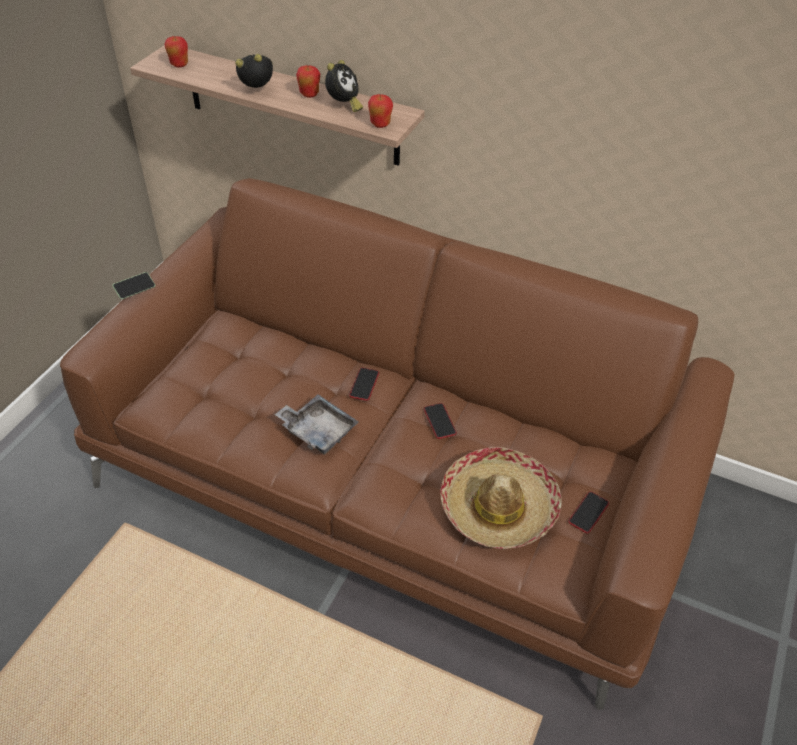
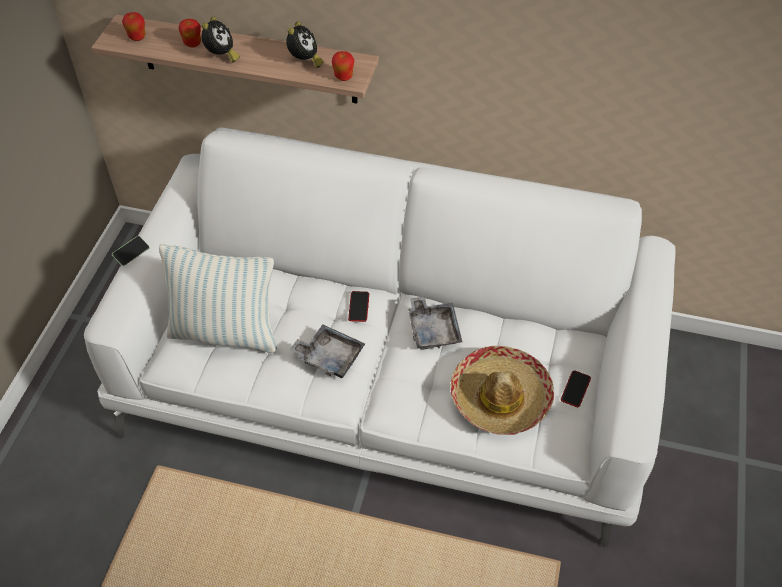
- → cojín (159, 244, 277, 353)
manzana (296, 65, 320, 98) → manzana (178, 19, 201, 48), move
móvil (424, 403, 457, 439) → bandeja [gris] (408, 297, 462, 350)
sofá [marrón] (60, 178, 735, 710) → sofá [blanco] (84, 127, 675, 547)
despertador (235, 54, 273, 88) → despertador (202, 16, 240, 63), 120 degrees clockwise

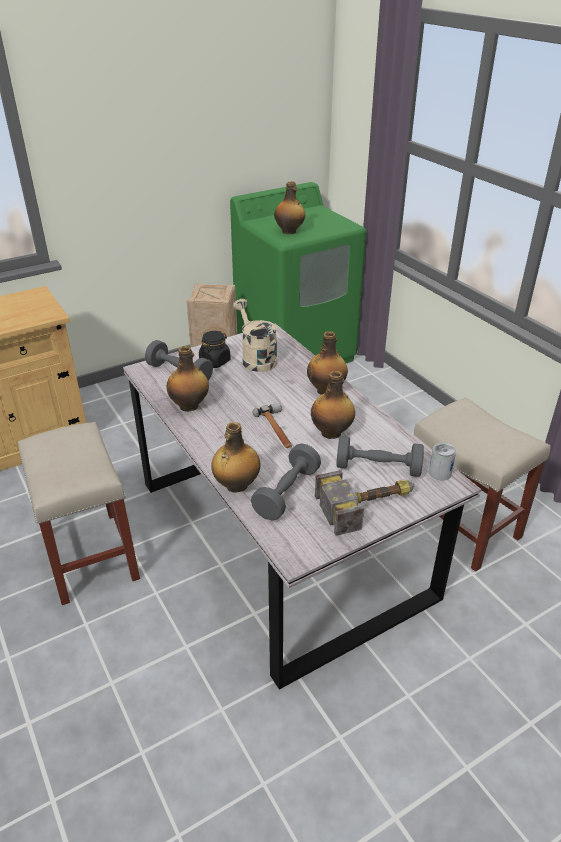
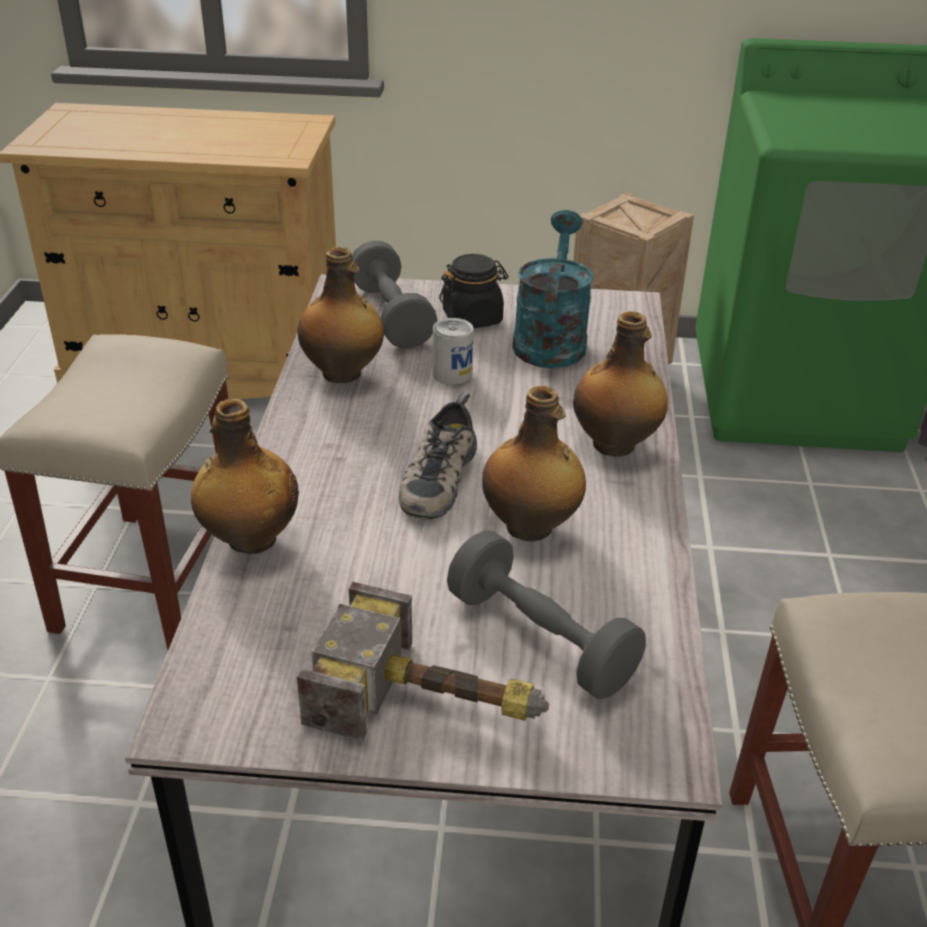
mancuerna [gris] (251, 444, 321, 520) → -
botella (274, 181, 305, 234) → -
lata (429, 443, 456, 481) → lata (433, 318, 474, 385), move
martillo (253, 403, 292, 448) → zapato (399, 392, 477, 520)
regadera [beis] (233, 299, 277, 372) → regadera [turquesa] (512, 210, 594, 368)

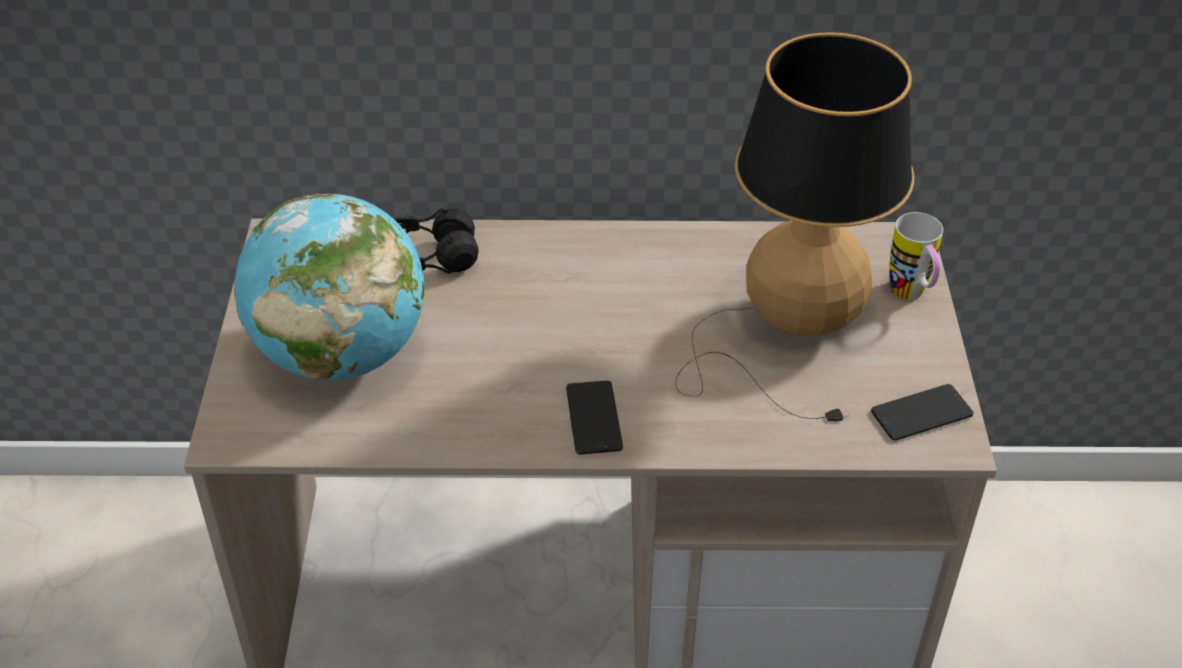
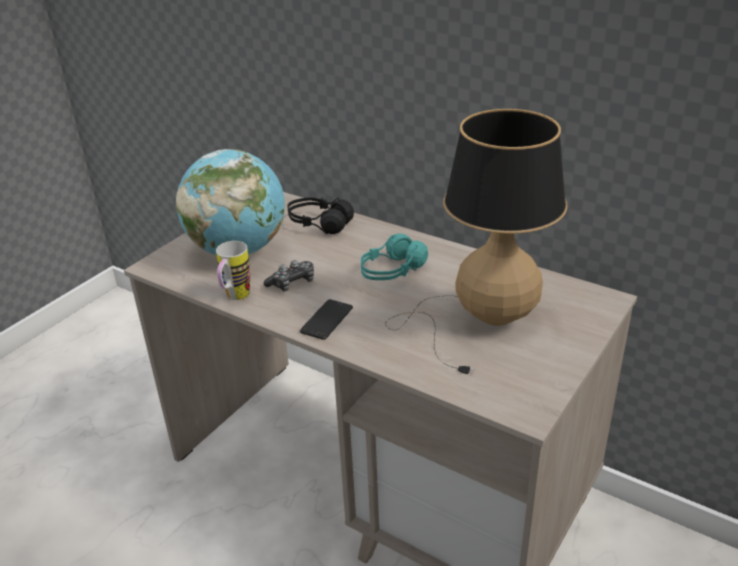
móvil (871, 384, 974, 441) → -
- → mando de consola (264, 260, 314, 291)
- → auriculares [turquesa] (361, 233, 428, 280)
taza grande (889, 212, 943, 300) → taza grande (216, 241, 250, 300), move

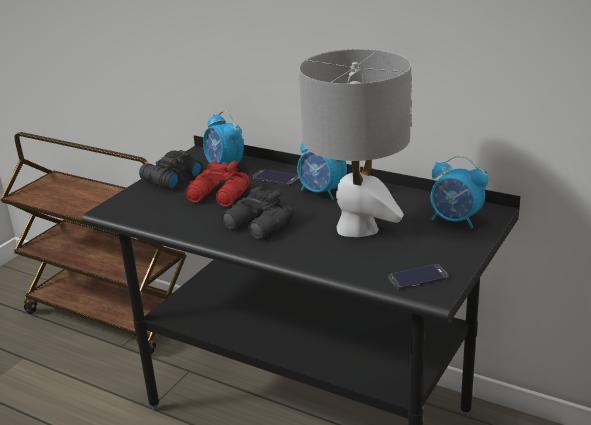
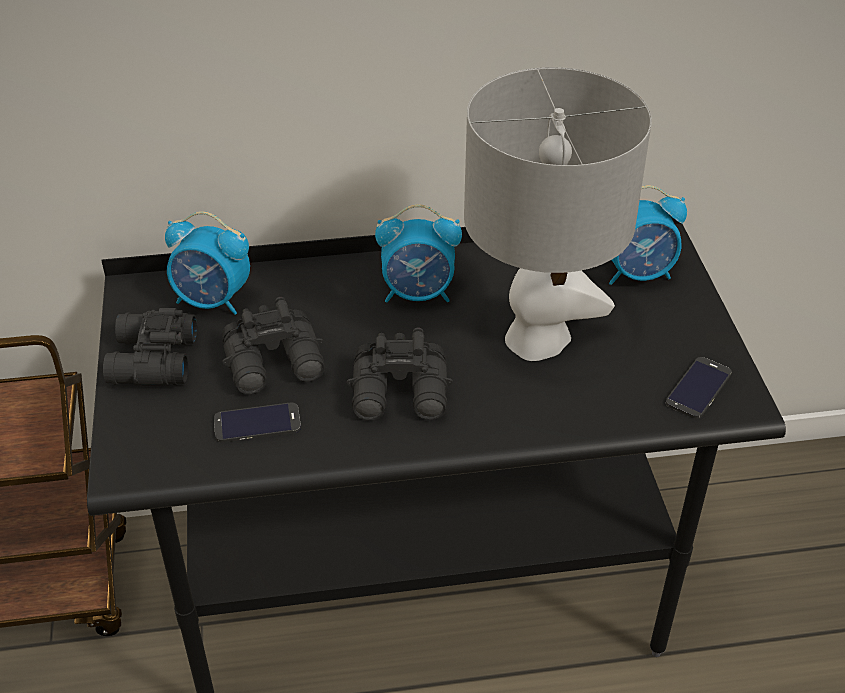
móvil (253, 169, 299, 186) → móvil (214, 403, 301, 443), move
prismáticos [rojo] (185, 161, 250, 207) → prismáticos [negro] (222, 297, 325, 395)

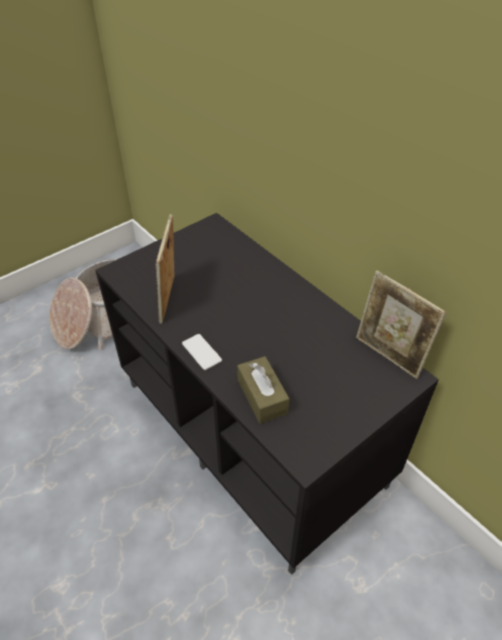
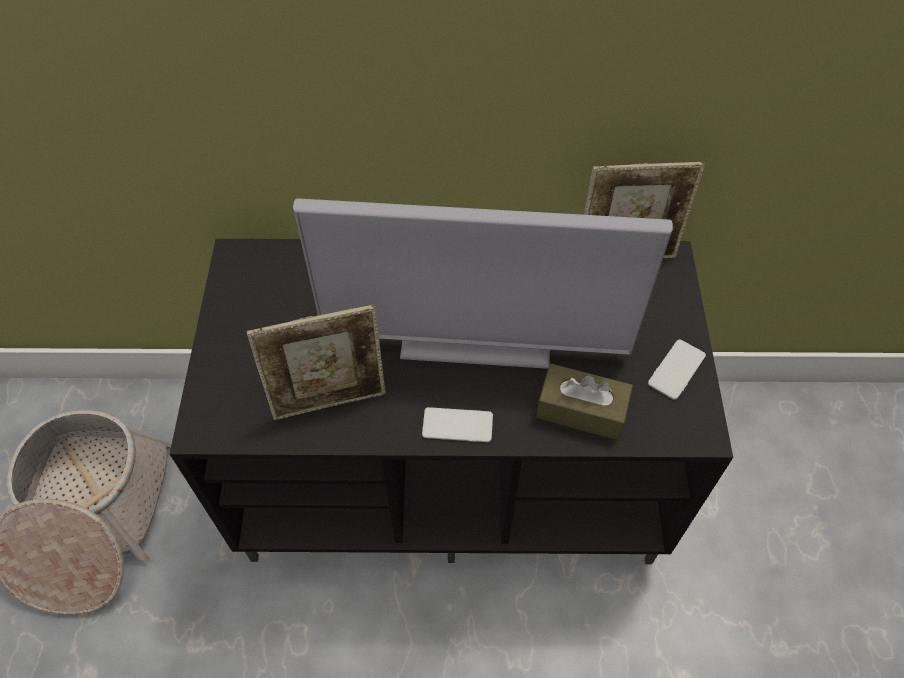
- → televisor (293, 198, 673, 369)
- → móvil (648, 340, 706, 400)
portarretratos (156, 214, 174, 323) → portarretratos (247, 304, 386, 420), 60 degrees counterclockwise

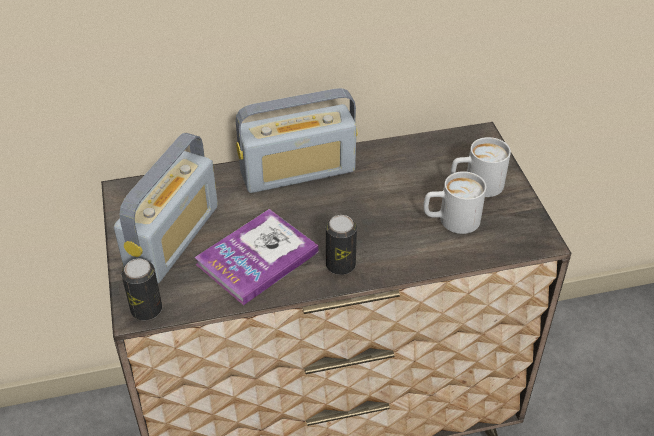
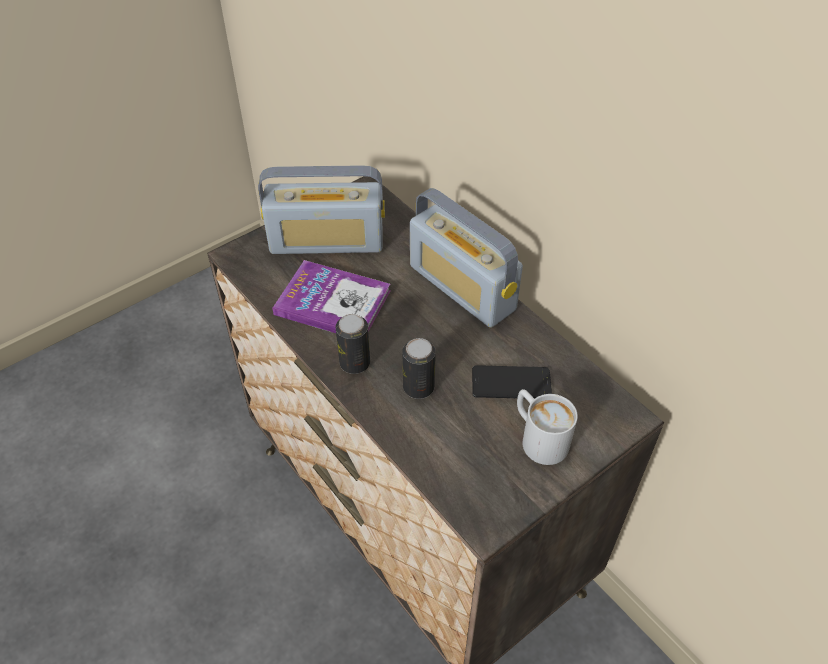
taza grande [blanco] (424, 171, 486, 234) → -
- → móvil (472, 365, 552, 399)
lata (121, 259, 162, 320) → lata (402, 338, 436, 399), move

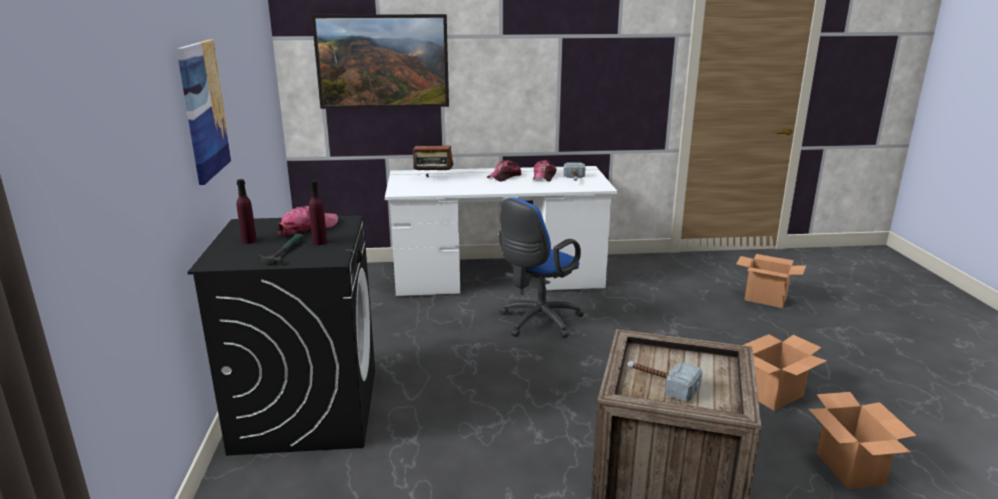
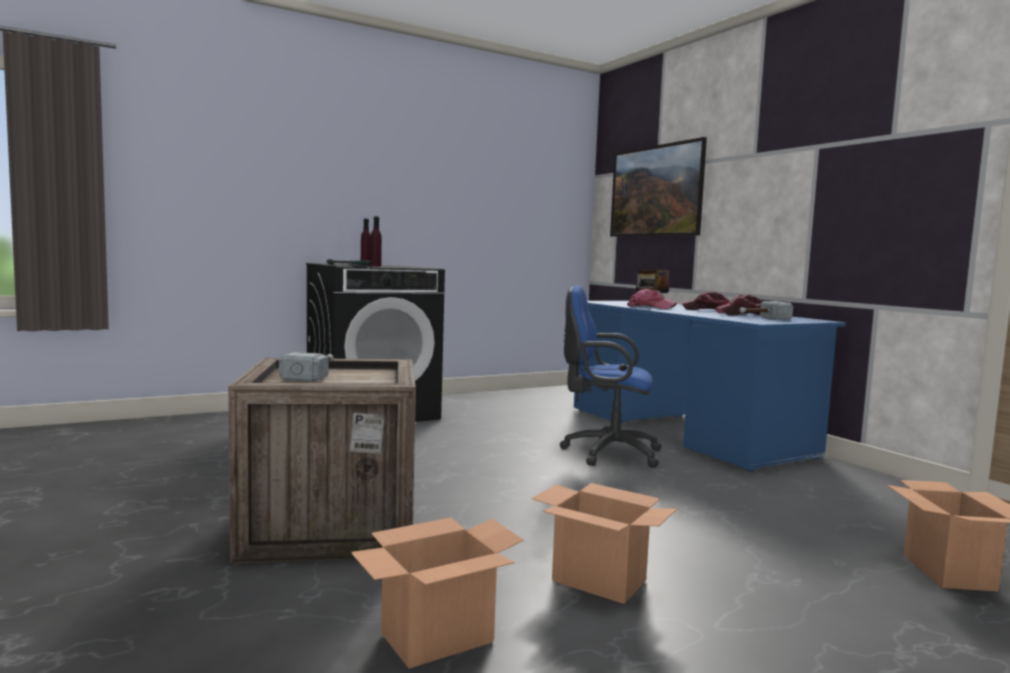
cuadro (177, 40, 232, 185) → -
gorra (277, 206, 338, 236) → gorra (627, 288, 677, 309), move
escritorio [blanco] (385, 166, 617, 296) → escritorio [azul] (574, 301, 846, 471)

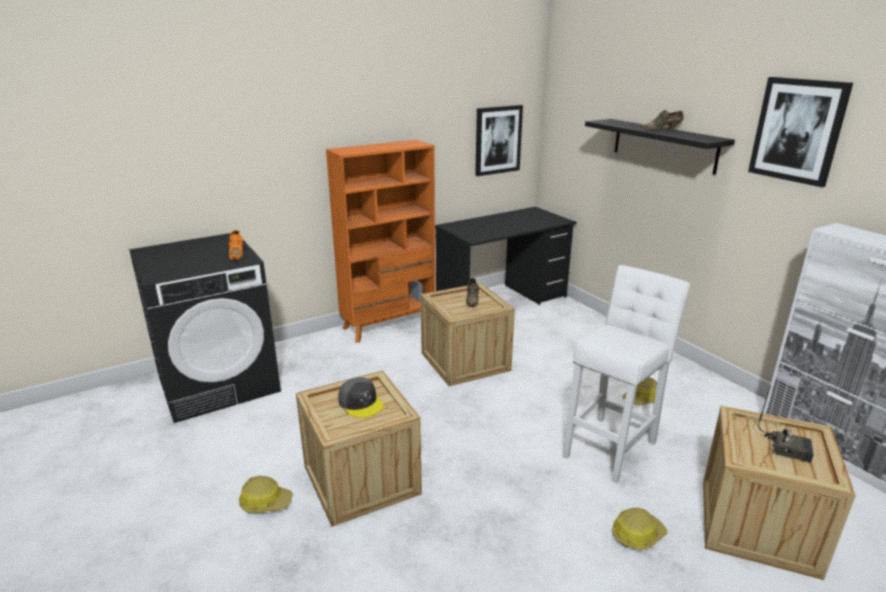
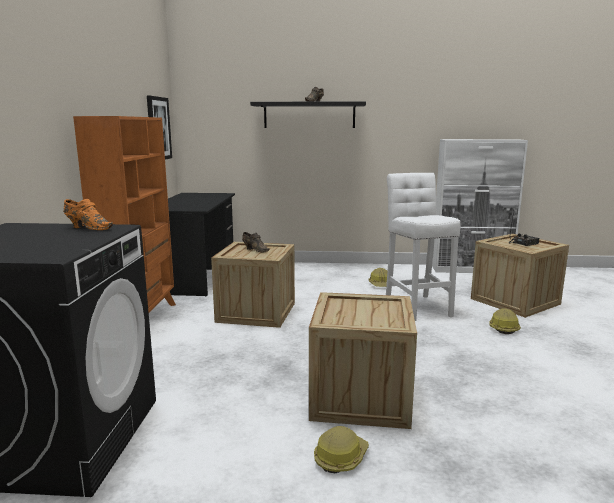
gorra [gris] (338, 377, 383, 418) → -
cuadro (748, 77, 853, 187) → -

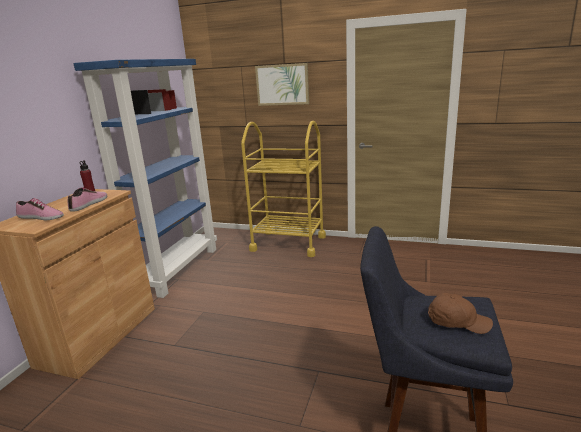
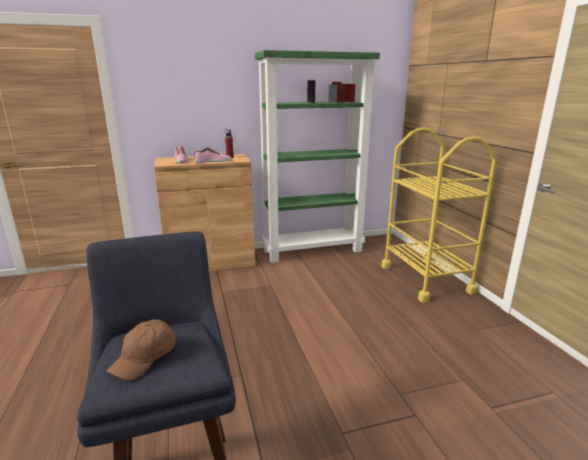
cuadro (255, 63, 309, 106) → -
estantería [azul] (73, 59, 217, 298) → estantería [verde] (255, 50, 380, 263)
gorra [marrón] (428, 293, 493, 334) → gorra [marrón] (107, 319, 175, 380), 45 degrees clockwise

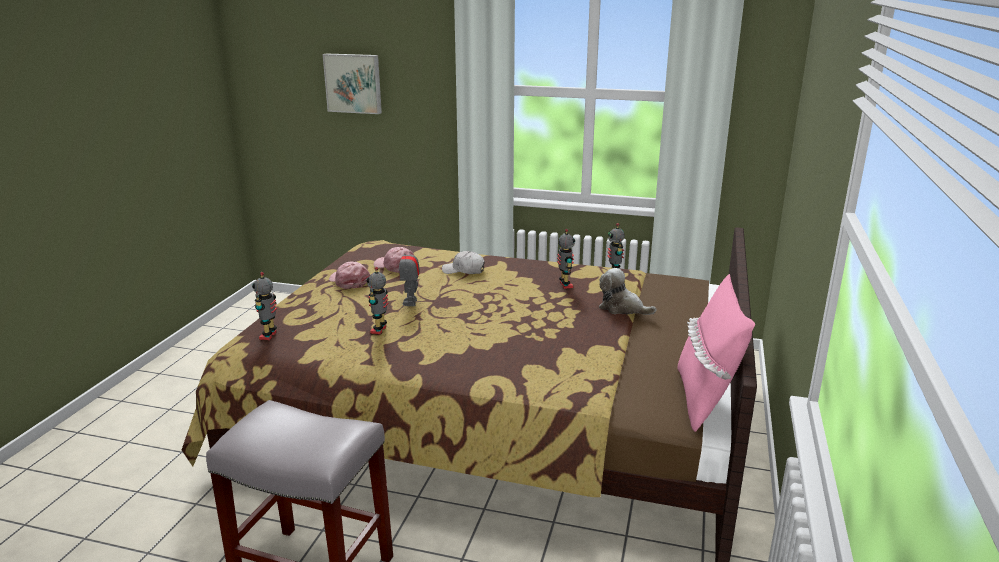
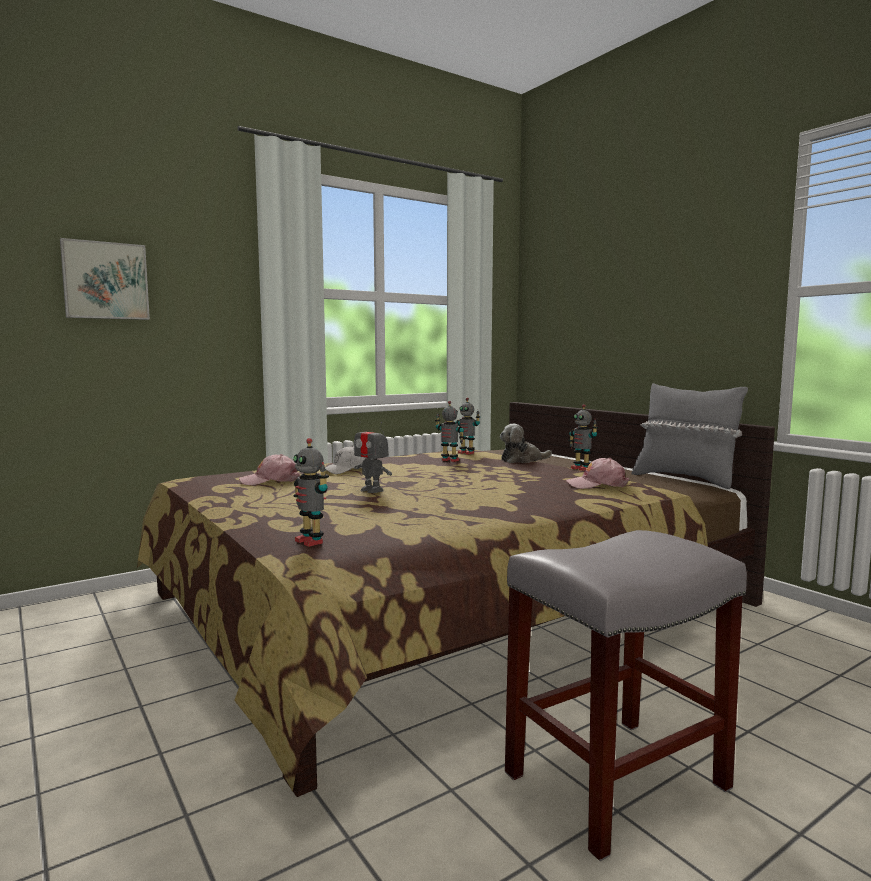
gorra [rosa] (329, 262, 370, 289) → gorra [rosa] (566, 458, 629, 489), move
robot de juguete (366, 267, 389, 334) → robot de juguete (568, 404, 598, 471), move
cojín [rosa] (678, 274, 755, 432) → cojín [gris] (632, 383, 748, 489)

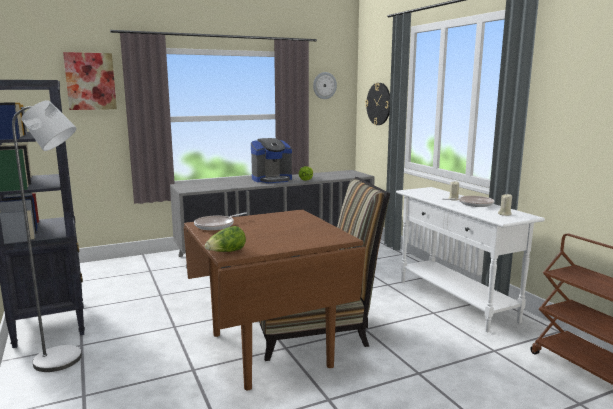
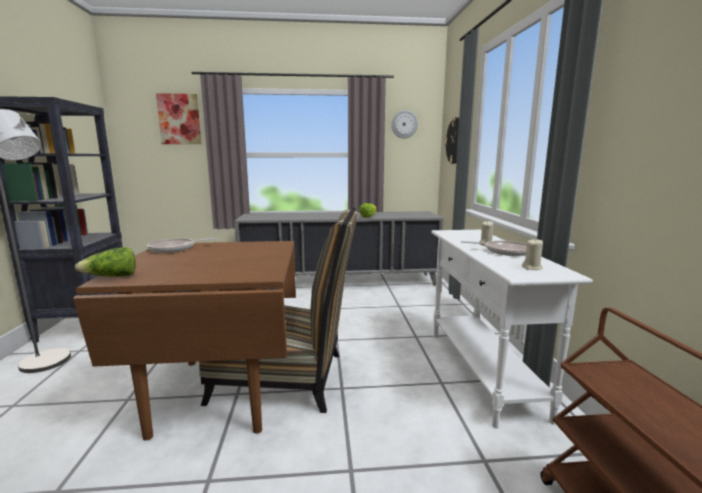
cafetera (251, 138, 292, 183) → -

